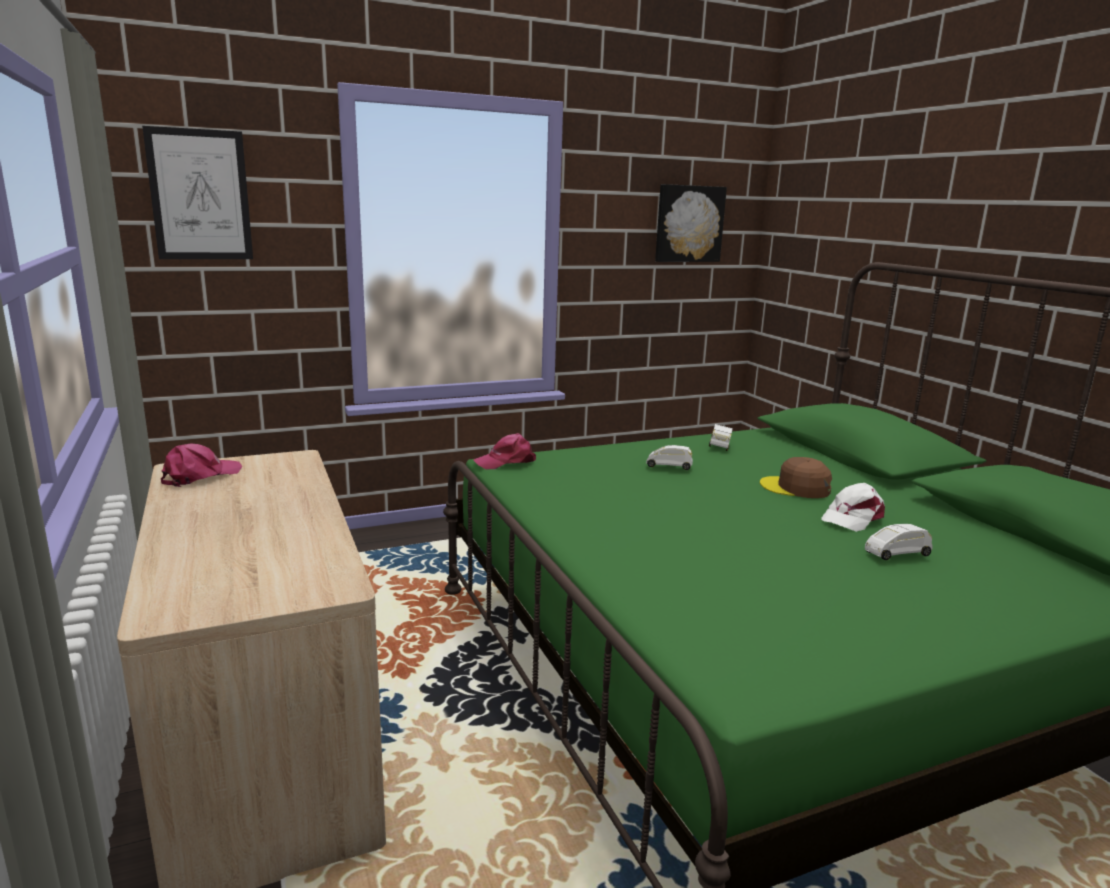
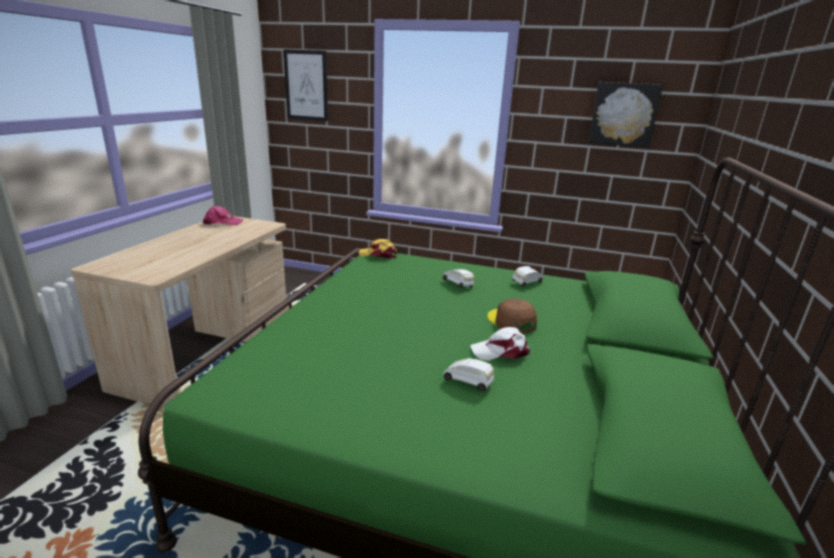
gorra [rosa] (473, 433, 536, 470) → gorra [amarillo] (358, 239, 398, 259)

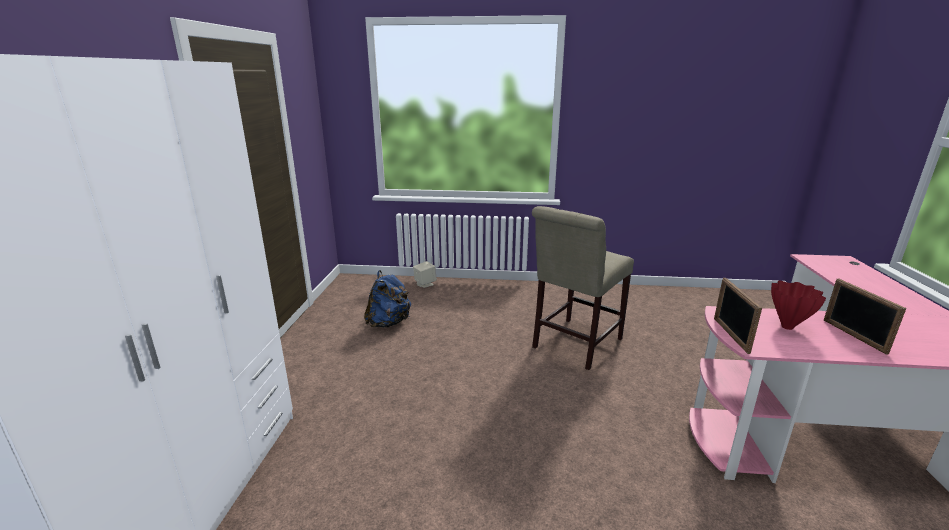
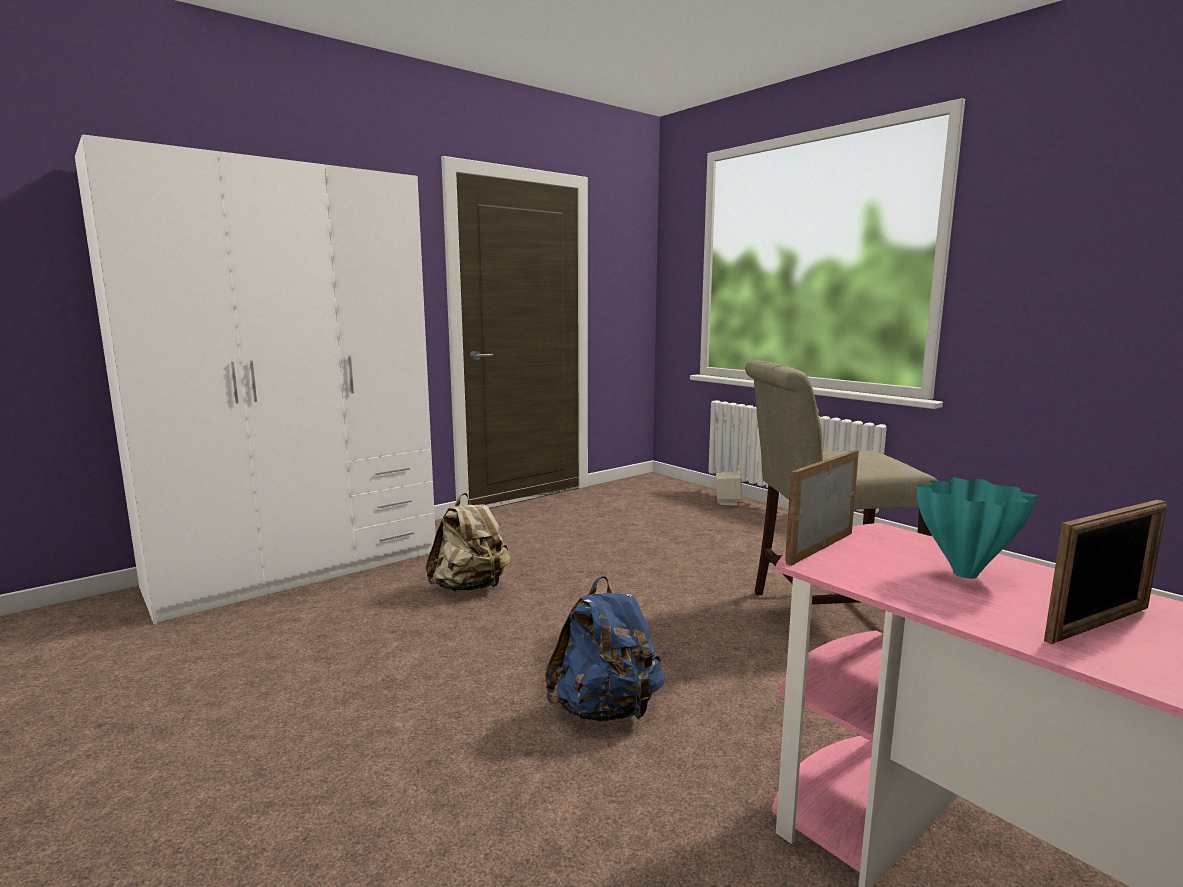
- → mochila [beis] (426, 493, 511, 592)
mochila [azul] (364, 270, 411, 328) → mochila [azul] (545, 576, 665, 722), move
florero [rojo] (771, 281, 826, 330) → florero [turquesa] (917, 477, 1037, 579)
portarretratos (824, 279, 906, 355) → portarretratos (1044, 500, 1167, 644), 150 degrees counterclockwise

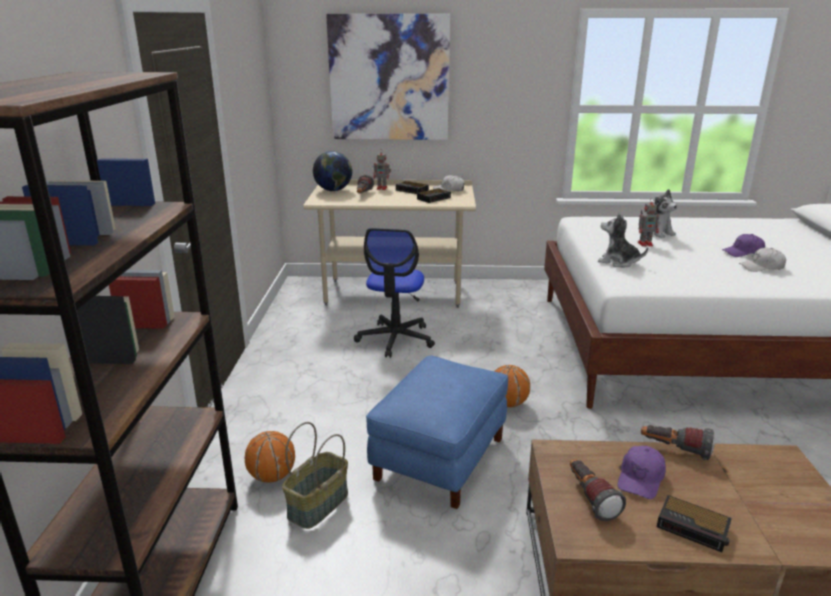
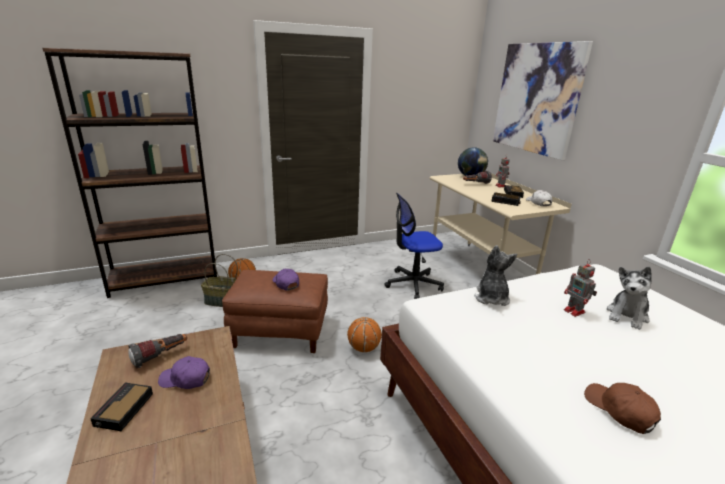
linterna (641, 425, 715, 460) → -
gorra [morado] (722, 234, 765, 257) → gorra [morado] (273, 269, 299, 291), move
puf [azul] (366, 356, 508, 509) → puf [marrón] (222, 270, 328, 353)
gorra [blanco] (739, 248, 786, 272) → gorra [marrón] (584, 383, 661, 434)

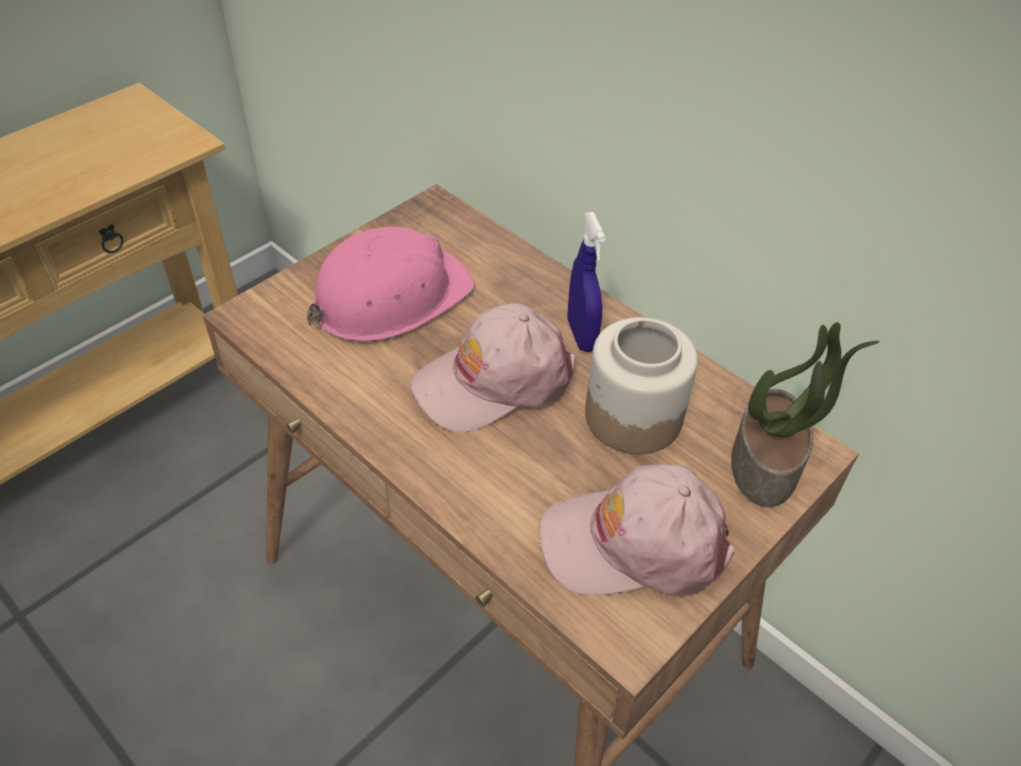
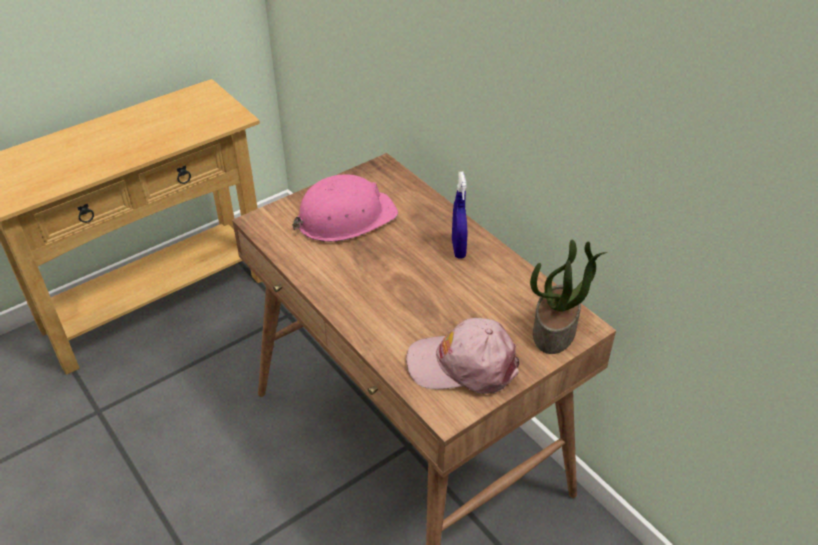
gorra [rosa] (410, 303, 577, 432) → -
tarro (585, 317, 698, 454) → -

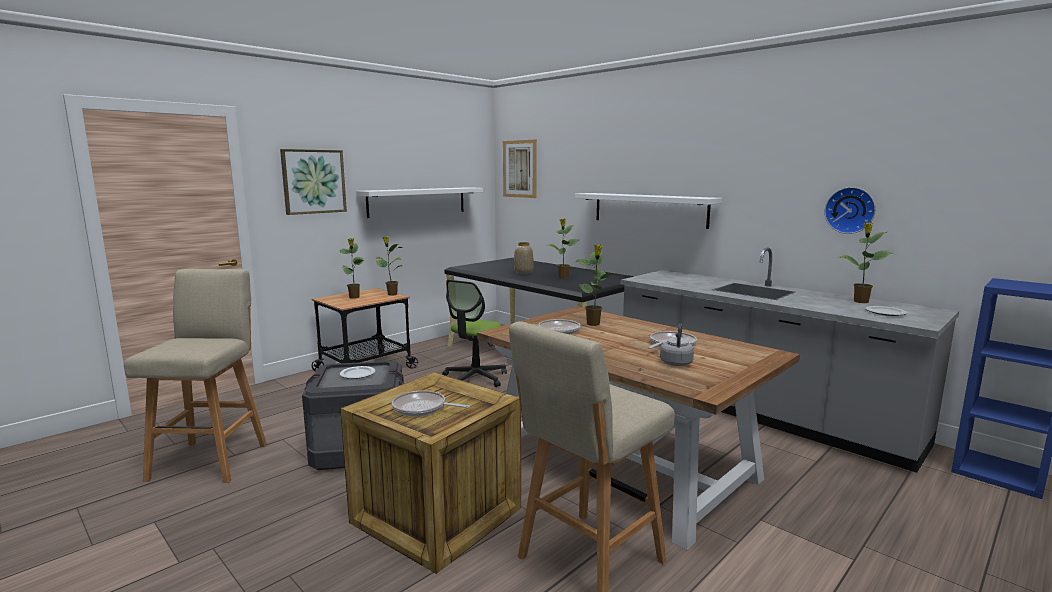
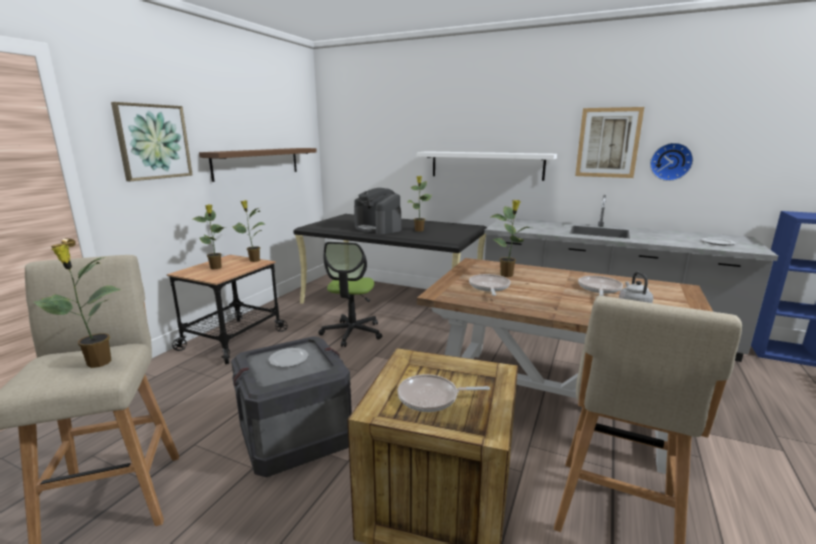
cuadro (503, 140, 537, 198) → cuadro (575, 107, 644, 178), move
planta en maceta (839, 223, 894, 303) → planta en maceta (33, 245, 121, 368), move
florero (514, 242, 534, 275) → cafetera (354, 188, 401, 234)
estante [blanco] (356, 187, 483, 218) → estante [marrón] (199, 148, 317, 182)

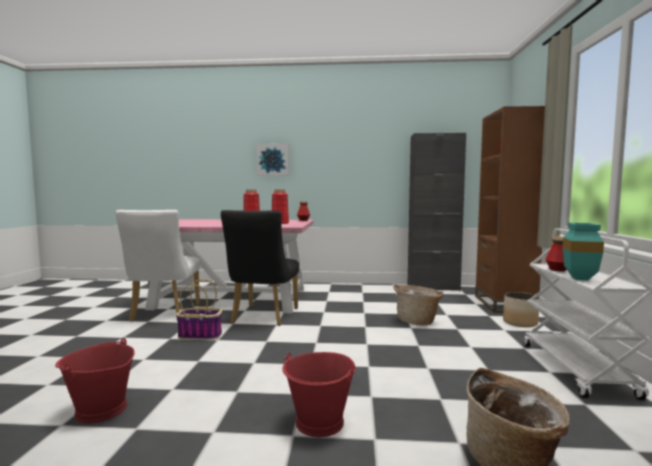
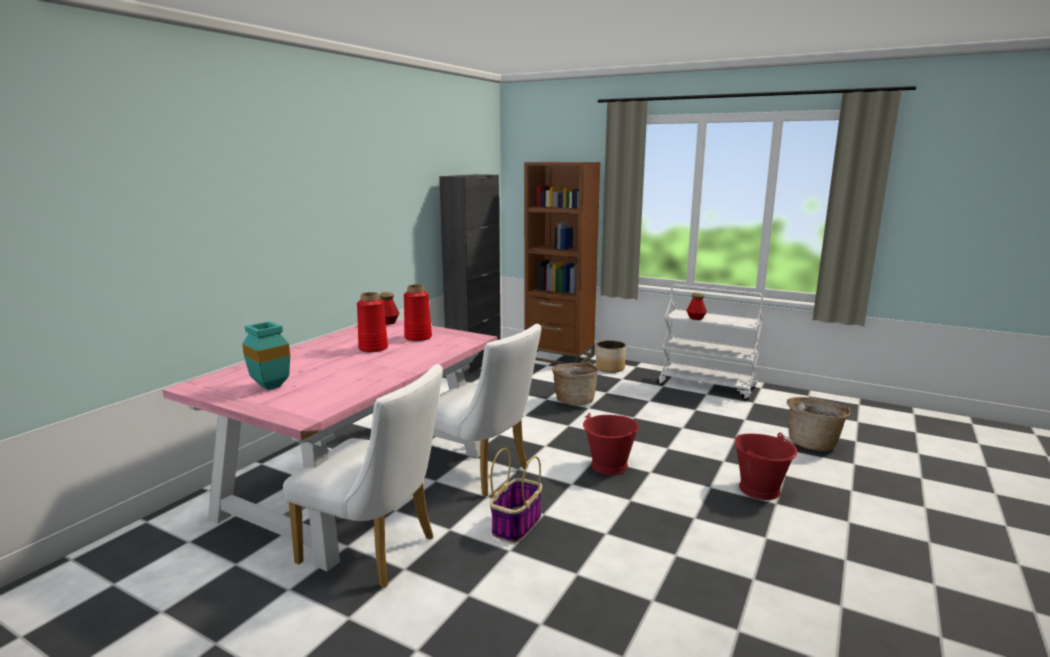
cuadro (257, 144, 289, 176) → -
cubo [rojo] (55, 338, 135, 423) → cubo [rojo] (583, 413, 639, 475), move
florero [turquesa] (563, 223, 604, 280) → florero [turquesa] (242, 321, 290, 390), move
silla [negro] (221, 210, 299, 326) → silla [blanco] (434, 324, 541, 497)

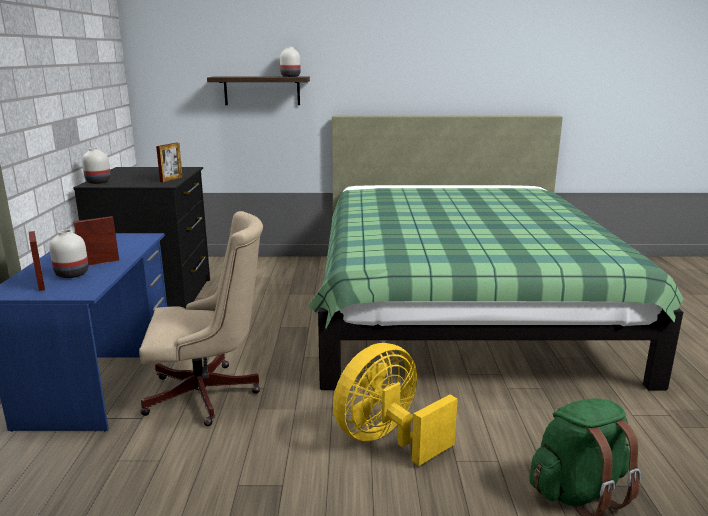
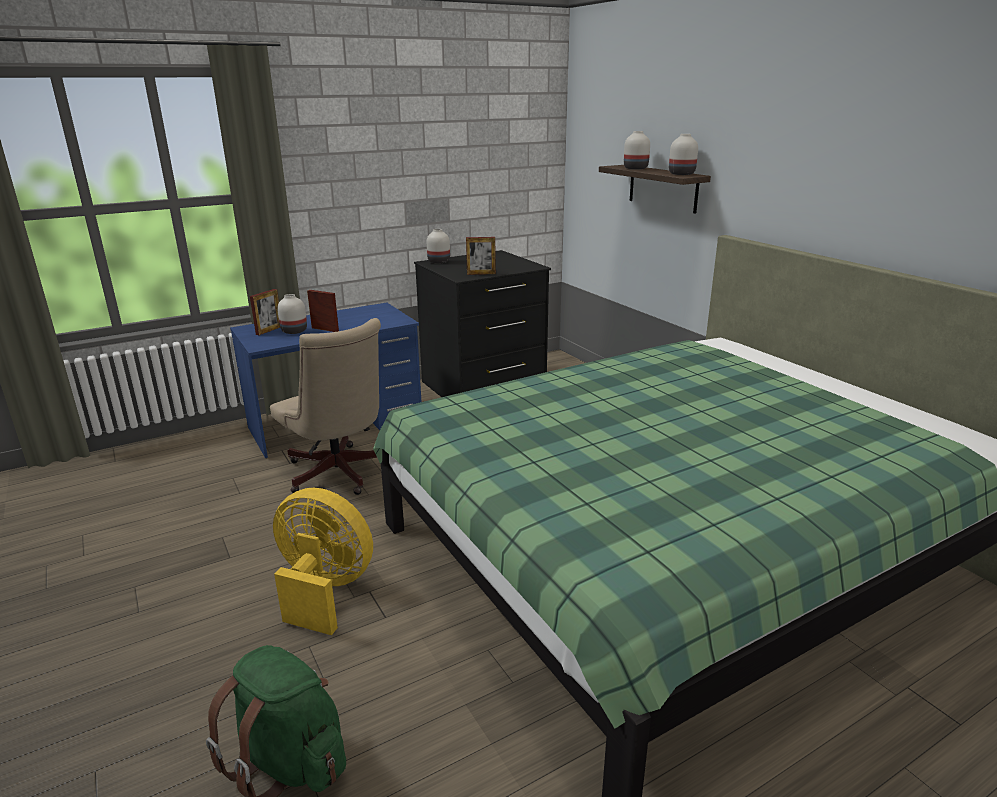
- → florero [blanco] (624, 131, 650, 170)

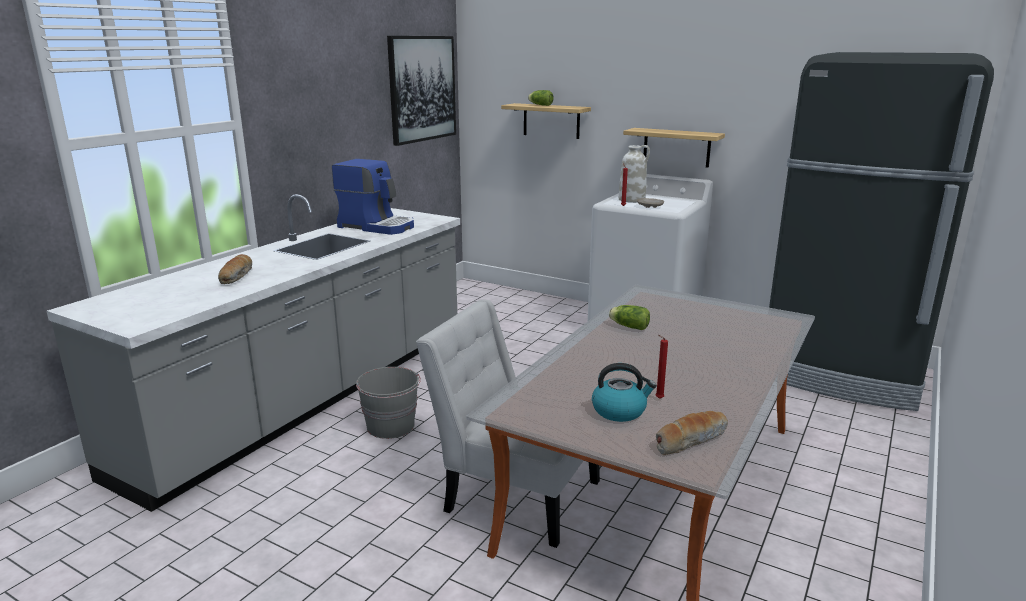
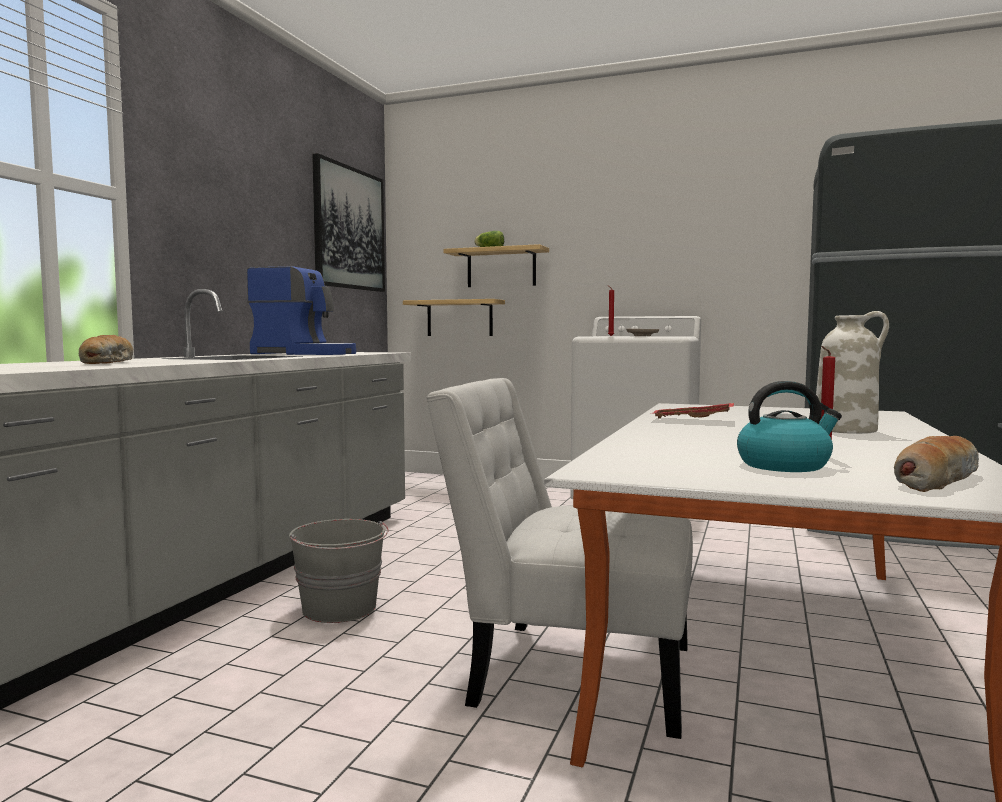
florero [blanco] (619, 145, 650, 203) → florero [blanco] (816, 311, 889, 434), move
estante (623, 128, 725, 168) → estante (403, 299, 505, 336), move
lechuga (609, 305, 650, 330) → bandeja [rojo] (651, 403, 734, 419)

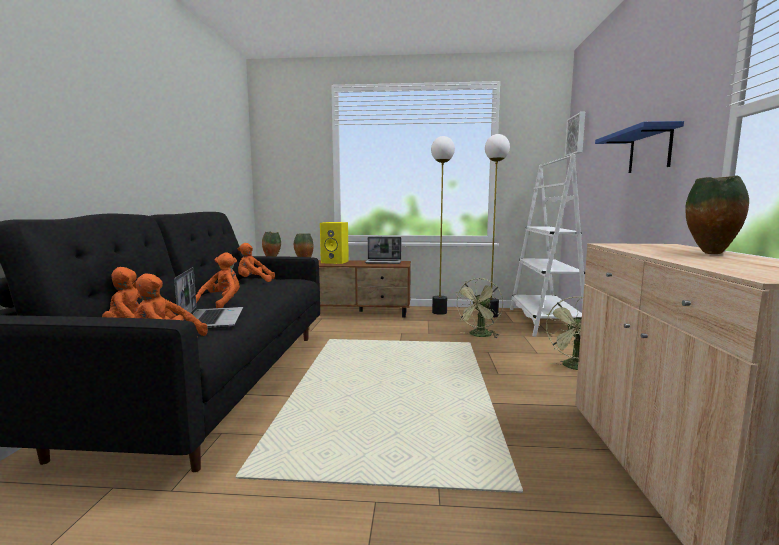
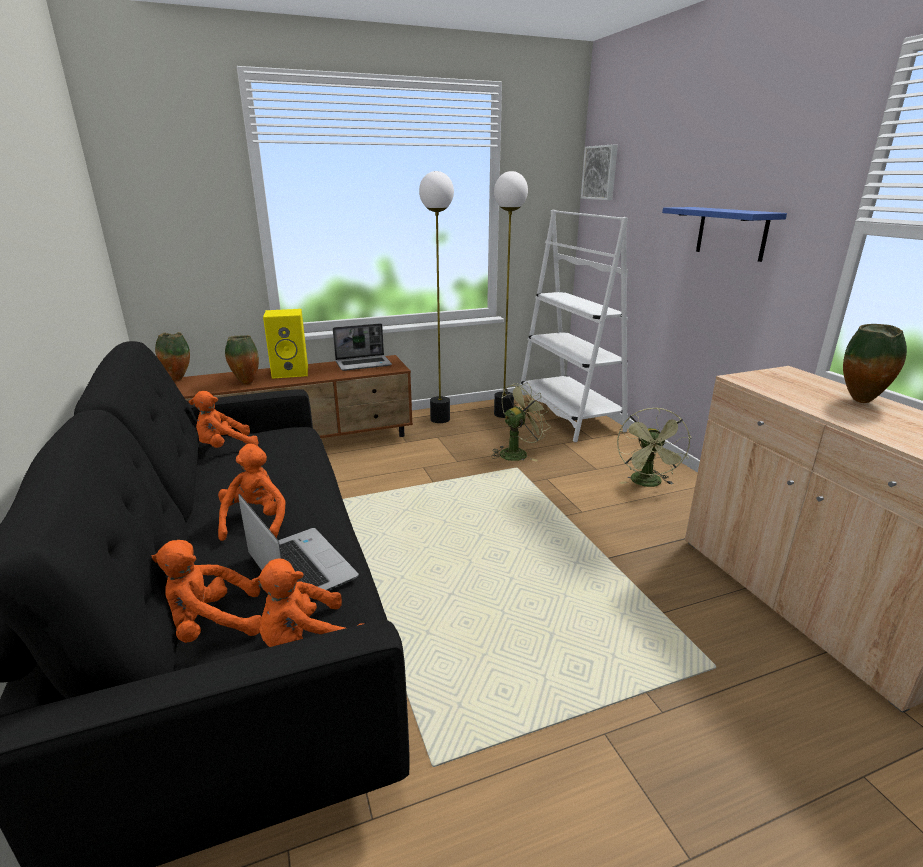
ventilador [verde] (455, 278, 503, 338) → ventilador [verde] (491, 383, 551, 462), 135 degrees counterclockwise

